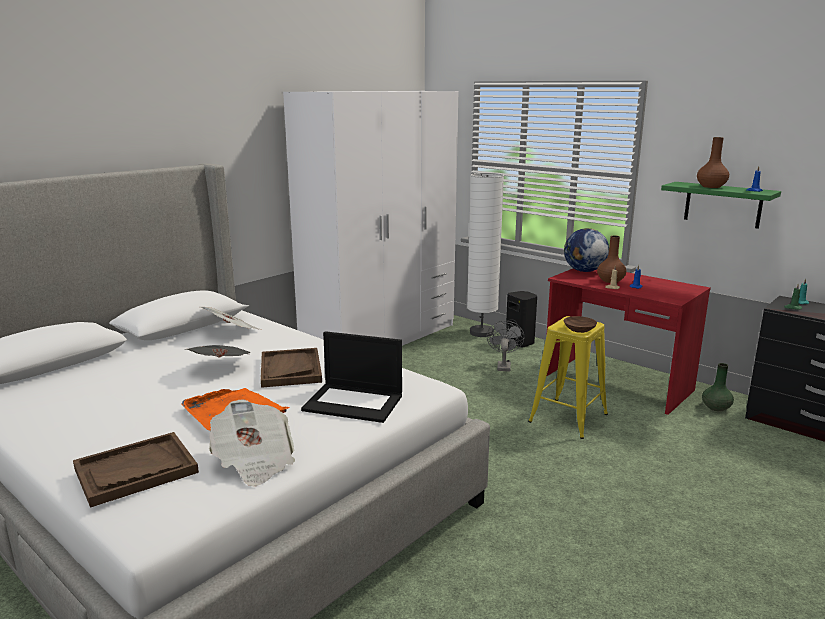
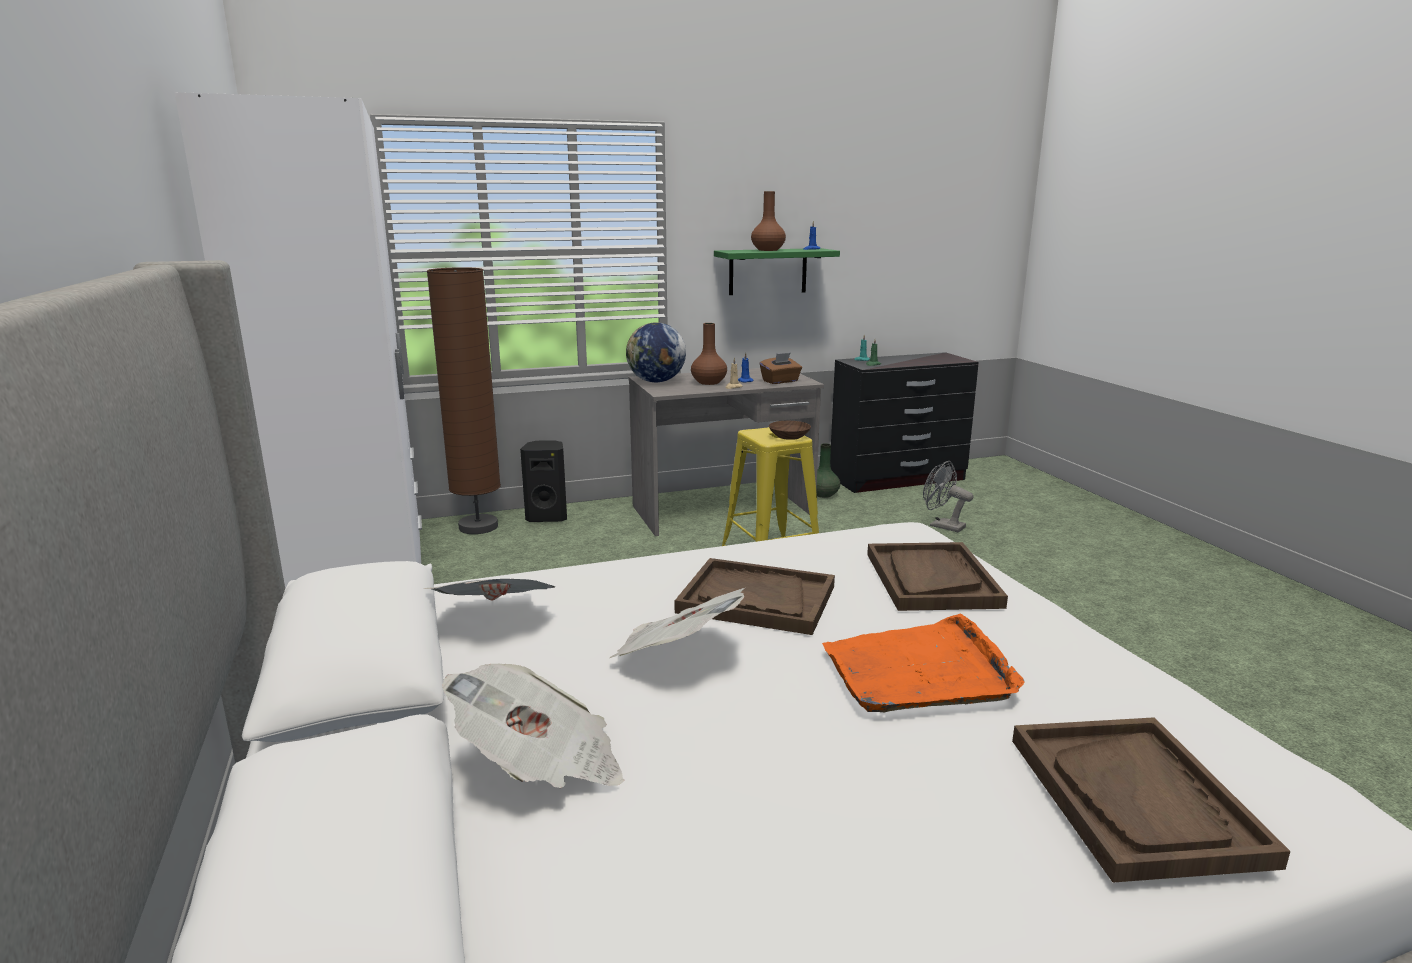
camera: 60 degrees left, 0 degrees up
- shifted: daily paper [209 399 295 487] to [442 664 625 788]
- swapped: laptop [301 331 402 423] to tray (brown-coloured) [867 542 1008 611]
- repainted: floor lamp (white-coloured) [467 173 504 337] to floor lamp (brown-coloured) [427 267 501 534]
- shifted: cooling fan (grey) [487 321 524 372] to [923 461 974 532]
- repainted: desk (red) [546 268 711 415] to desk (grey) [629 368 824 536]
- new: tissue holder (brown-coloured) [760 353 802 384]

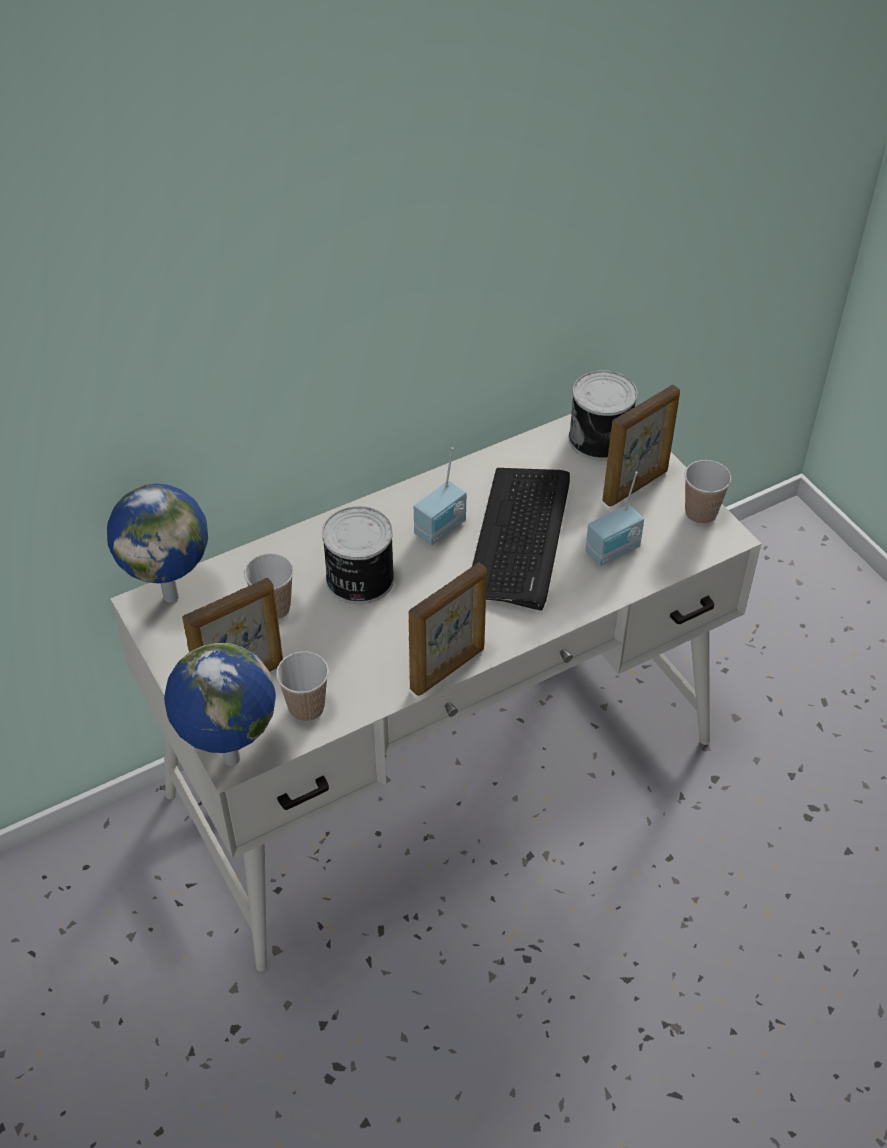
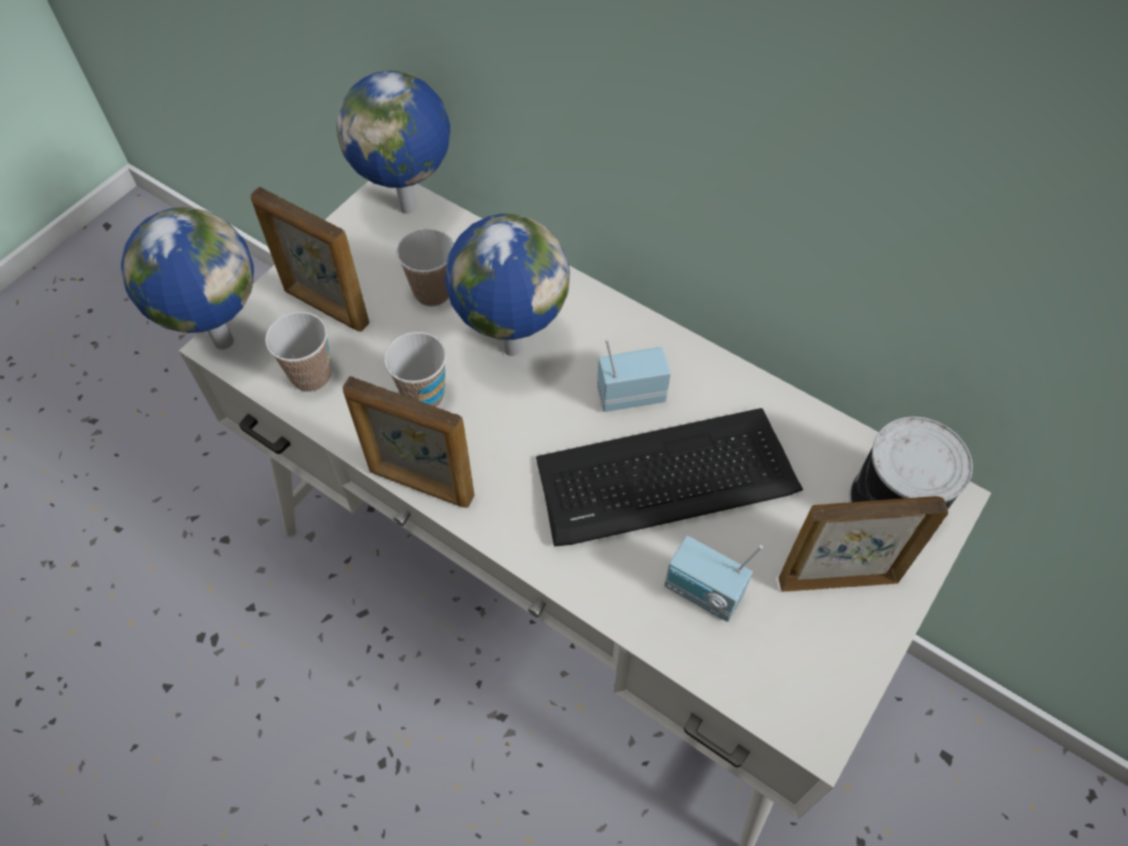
camera: 65 degrees right, 10 degrees up
- swapped: can [322 506 395 604] to globe [445 214 570 356]
- rotated: radio receiver [414 447 466 545] = [597 339 671 412] 150 degrees clockwise
- rotated: photo frame [602 385 680 507] = [779 496 949 592] 150 degrees clockwise
- shifted: drinking cup [684 460 732 524] to [384 332 447 407]

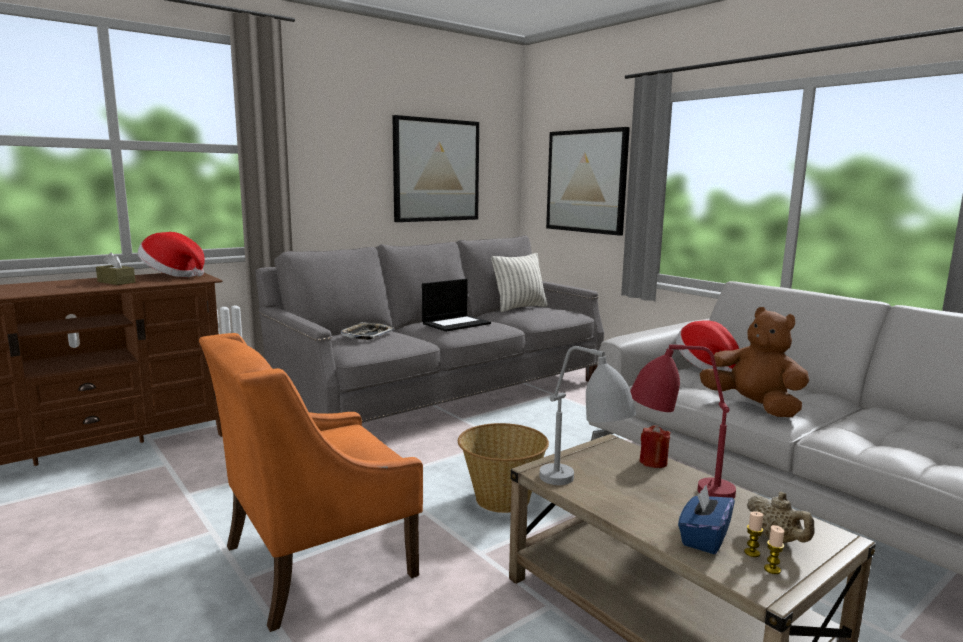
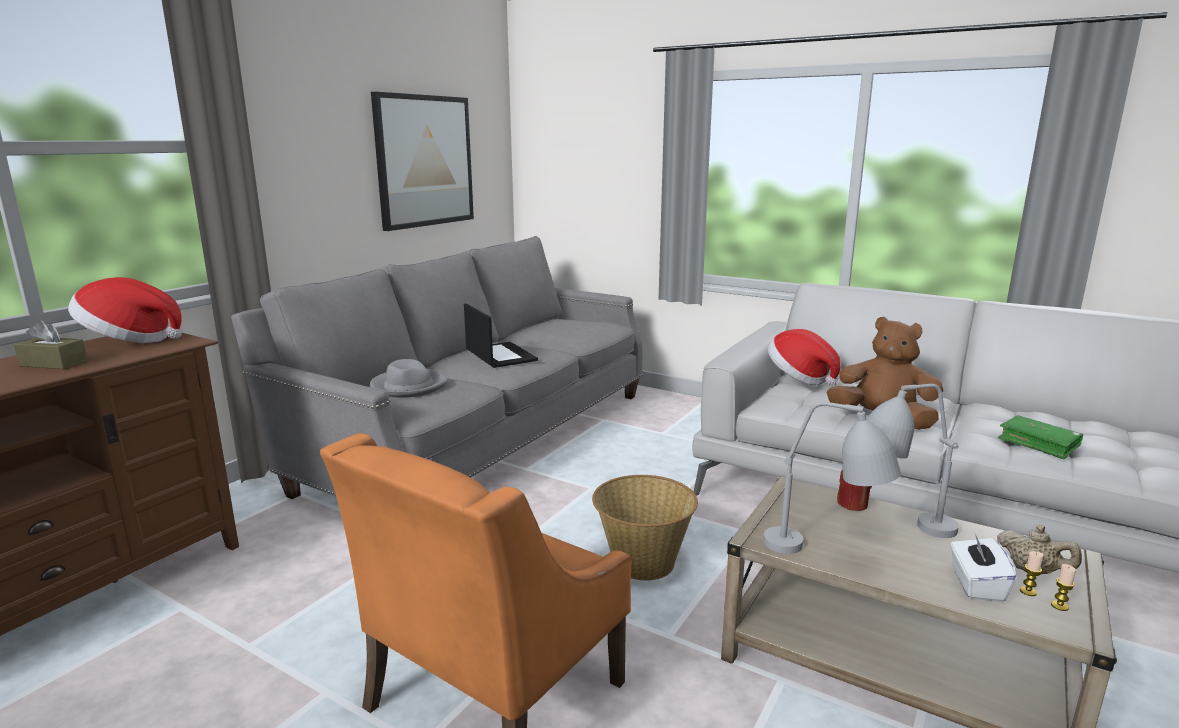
camera: 20 degrees left, 5 degrees up
- swapped: tray [340 322 394 340] to clothing hat (grey) [370 359 448 398]
- rotated: laptop [422 279 491 332] = [464 303 538 368] 60 degrees counterclockwise
- gone: pillow [491 253 548 312]
- gone: picture [546 127 630 236]
- repainted: tabletop lamp (red) [630 344 736 498] to tabletop lamp (grey) [867 384 959 538]
- repainted: tissue holder (bluish) [678 485 735 554] to tissue holder (white-coloured) [950 534 1017 602]
- new: bound book (greenish) [998 415 1083 460]

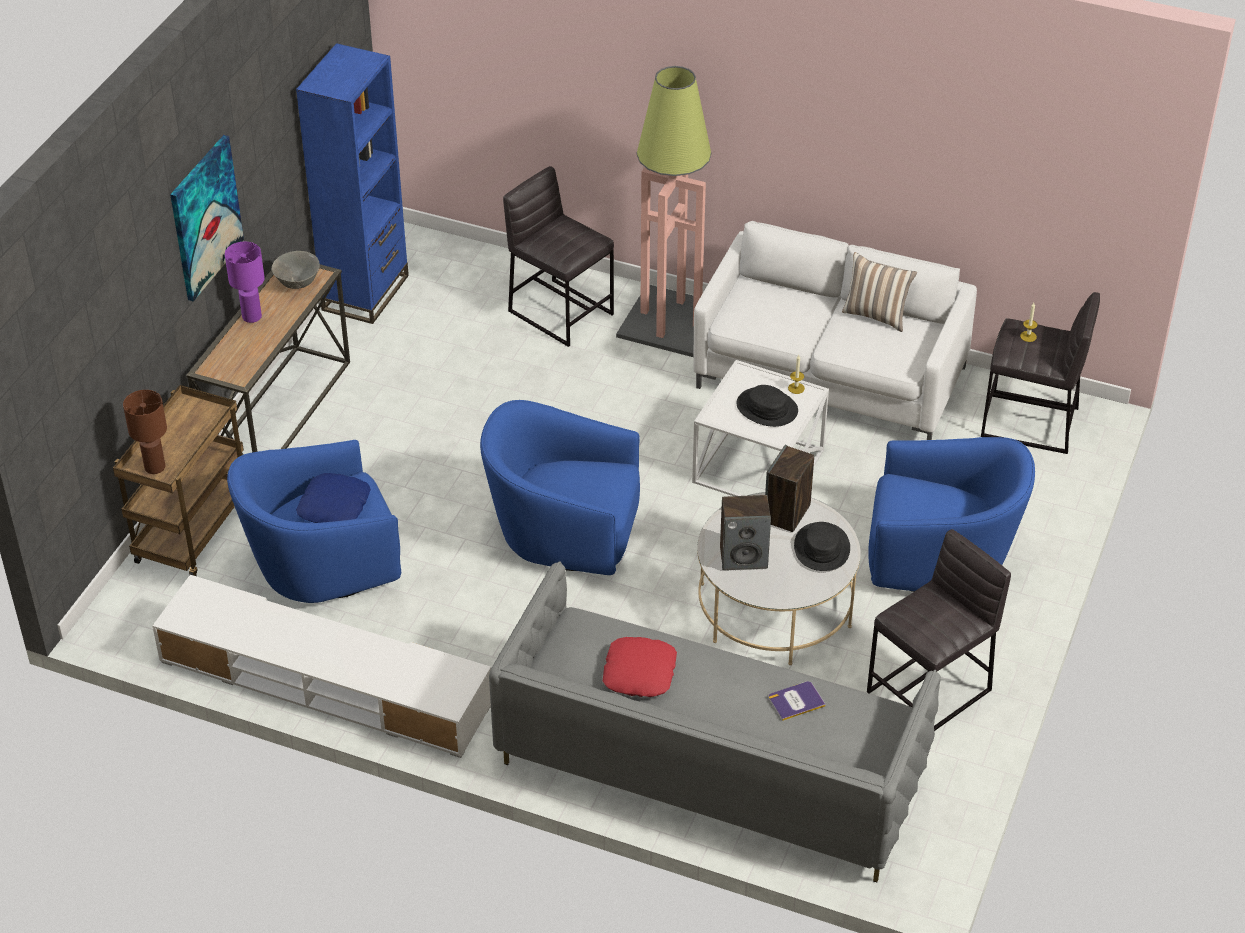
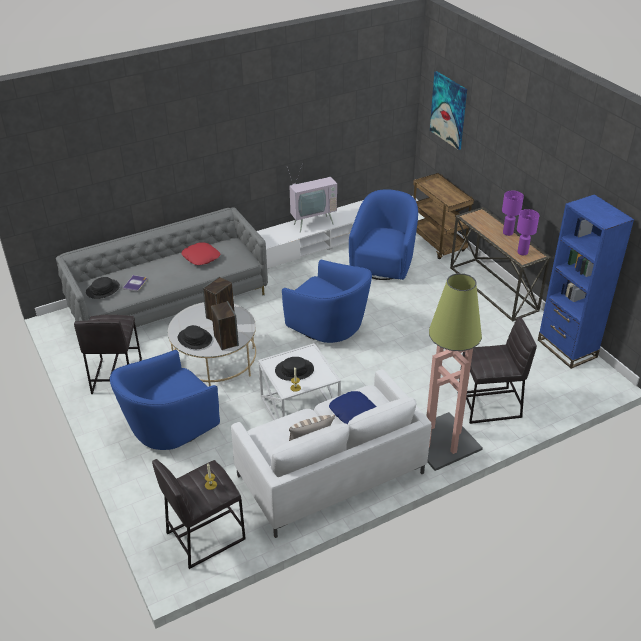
camera: 130 degrees right, 5 degrees down
- gone: tabletop lamp (brown-coloured) [123 390 167 474]
- shifted: picture [170 135 244 302] to [430 71 467 150]
- swapped: serving bowl (grey) [271 251 320 289] to tabletop lamp (purple-coloured) [517 209 540 255]
- shifted: pillow (bluish) [296 473 371 523] to [329 391 376 424]
- rotated: easy chair (bluish) [480 400 640 575] = [282 259 372 343] 75 degrees clockwise
- new: clothing hat (black-coloured) [86 277 120 299]
- new: television [287 166 337 233]

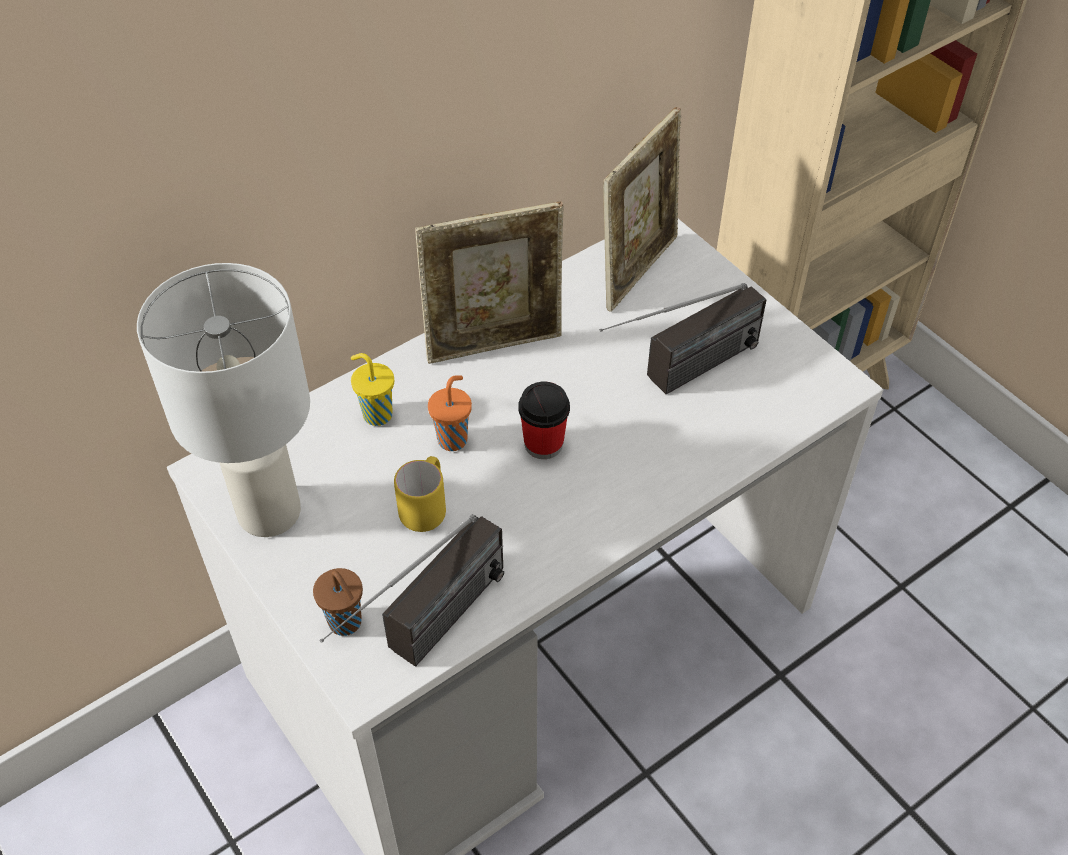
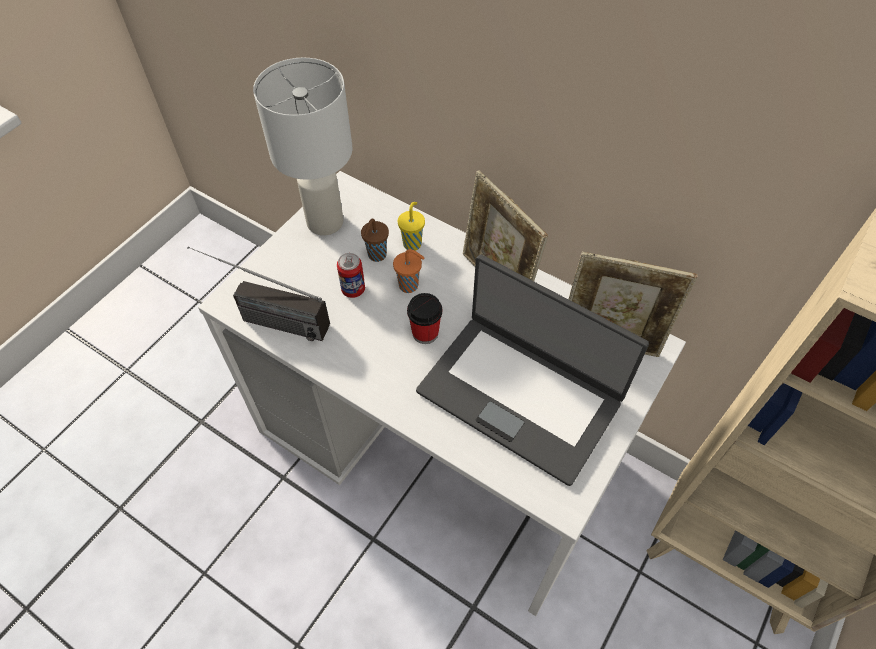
camera: 70 degrees right, 5 degrees up
- shifted: drinking cup (brown-coloured) [313 568 363 636] to [361 219 389 262]
- swapped: coffee mug (yellow-coloured) [394 456 446 532] to can [337 253 365 298]
- swapped: radio receiver [600 283 767 395] to laptop [416 254 649 486]

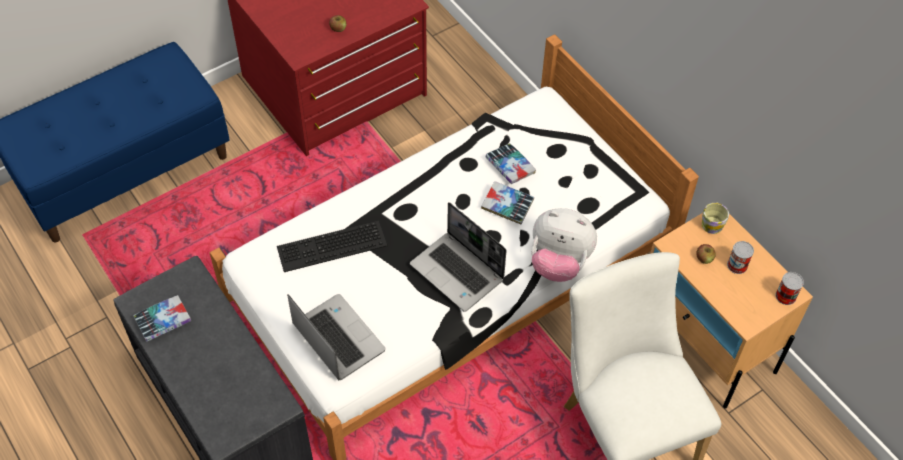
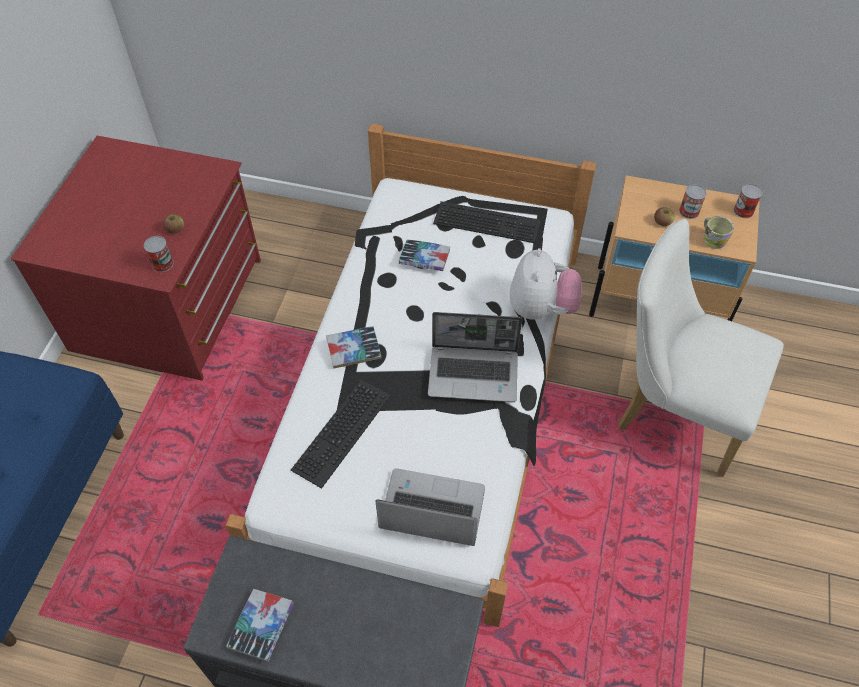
camera: 40 degrees left, 0 degrees up
- shifted: bound book [481 181 534 224] to [326 326 382 369]
- rotated: soft toy [531 208 597 282] = [510 248 582 320] 60 degrees counterclockwise
- shifted: coffee mug [702 202 729 234] to [704 216 734 249]
- new: can [144 236 173 272]
- new: keyboard [433 201 541 243]

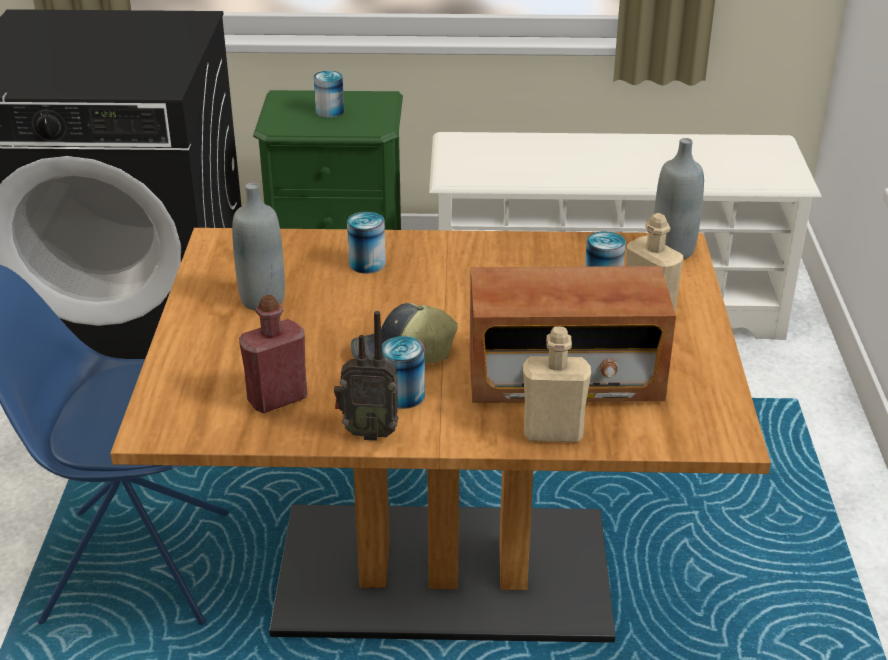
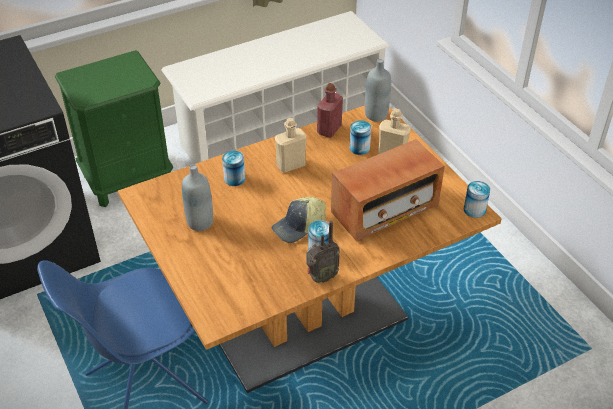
camera: 30 degrees left, 10 degrees up
- shifted: drink bottle (red) [239 295 307 413] to [317 83 343 138]
- shifted: can [314 71 344 118] to [464 181 490 218]
- shifted: drink bottle (beige) [523 327 591 442] to [275 118 306 173]

